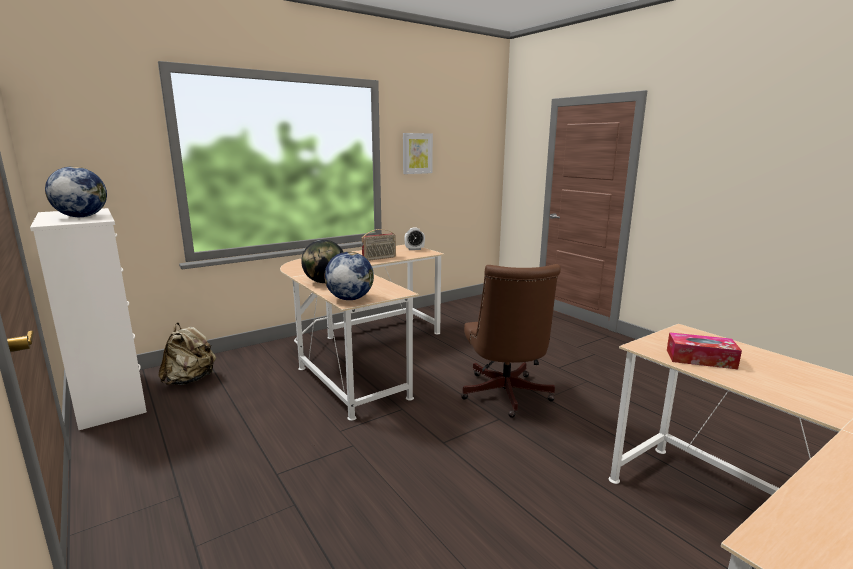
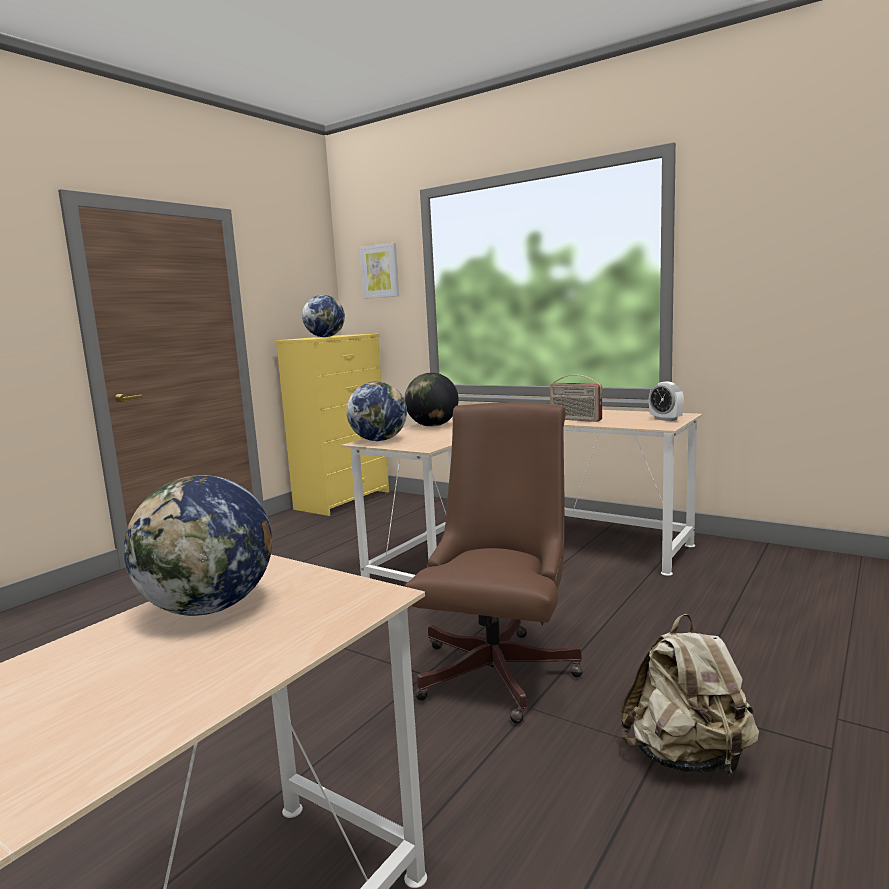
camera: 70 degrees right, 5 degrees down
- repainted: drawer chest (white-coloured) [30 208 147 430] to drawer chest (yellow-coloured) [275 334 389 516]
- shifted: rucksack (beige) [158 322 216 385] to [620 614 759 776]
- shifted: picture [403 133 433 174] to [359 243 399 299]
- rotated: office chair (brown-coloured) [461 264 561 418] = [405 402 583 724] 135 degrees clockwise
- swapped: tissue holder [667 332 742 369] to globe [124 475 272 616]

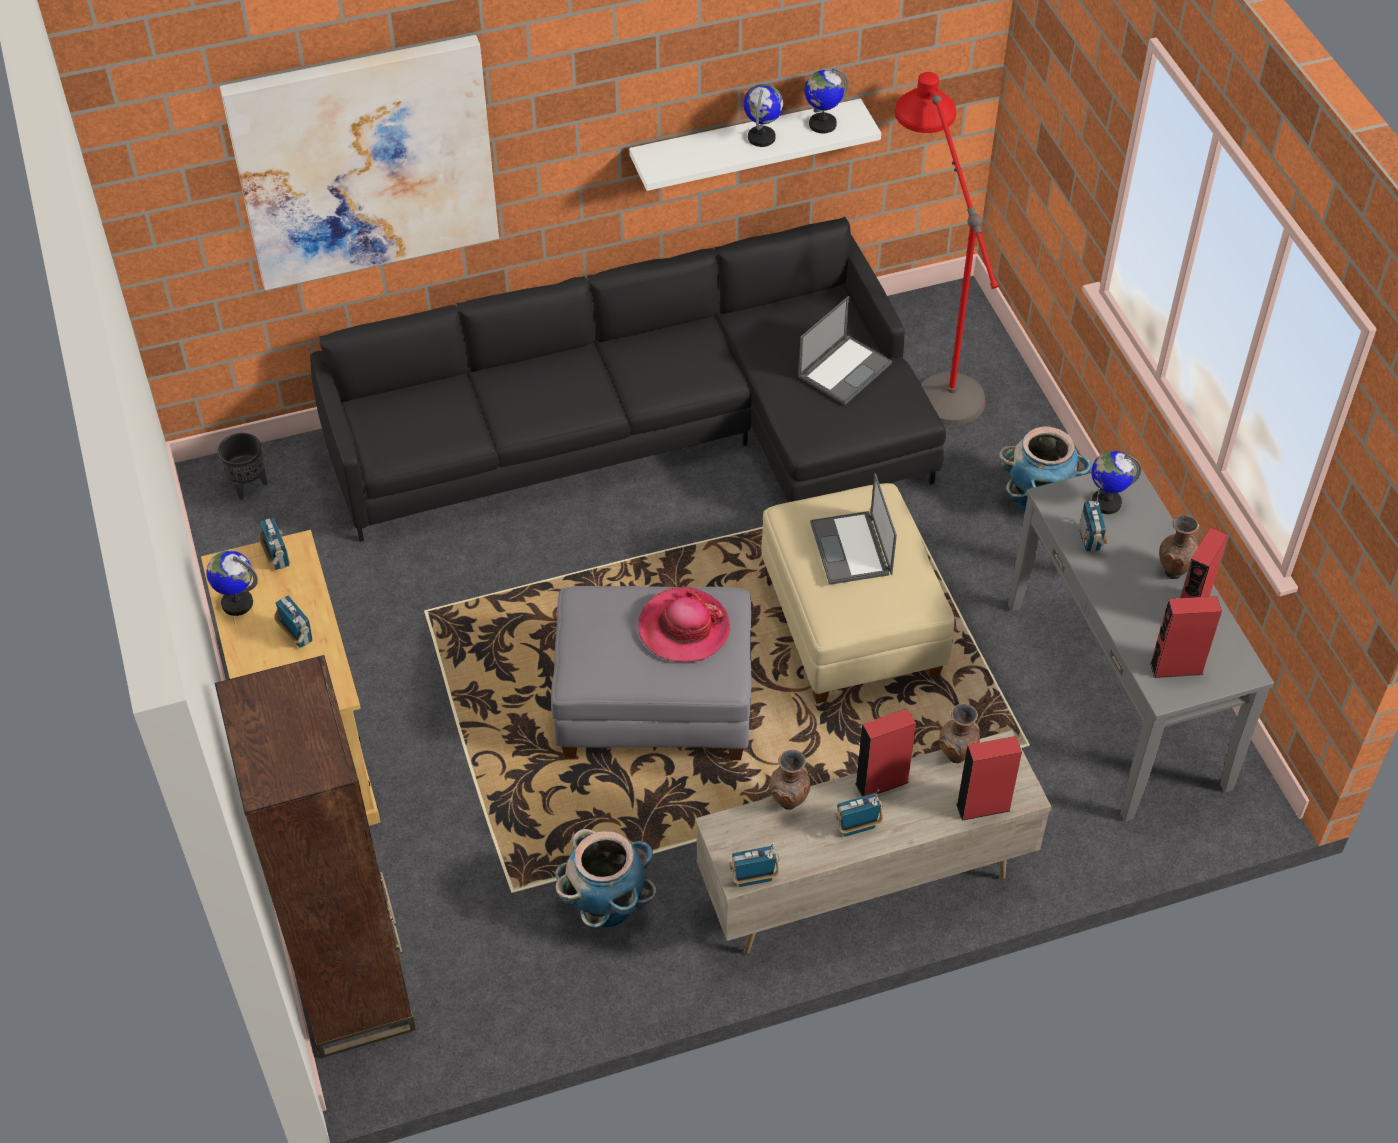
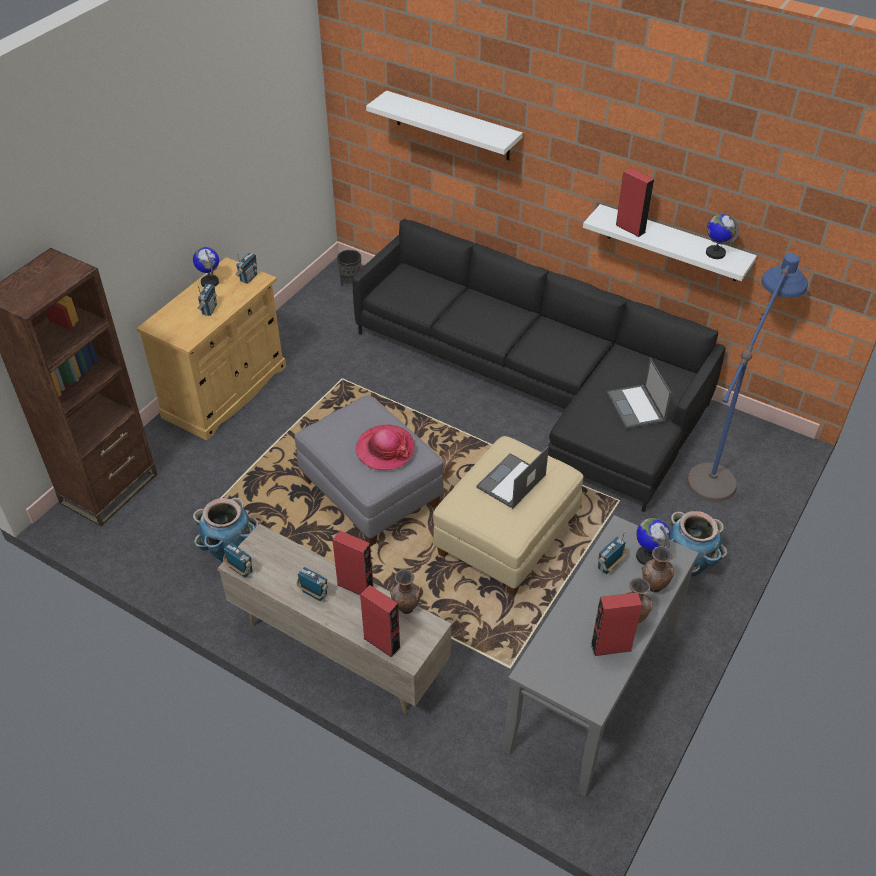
camera: 50 degrees right, 5 degrees down
- swapped: picture [220 35 499 290] to wall shelf (white-coloured) [366 90 523 161]
- gone: globe [744 84 783 147]
- shifted: vase (brown-coloured) [770 750 810 810] to [642 546 674 592]
- rotated: laptop [798 296 892 405] = [607 358 671 429] 75 degrees clockwise
- repainted: floor lamp (red) [895 72 999 425] to floor lamp (bluish) [686 253 808 502]
- shifted: audio speaker (red) [1150 596 1222 678] to [616 168 654 237]

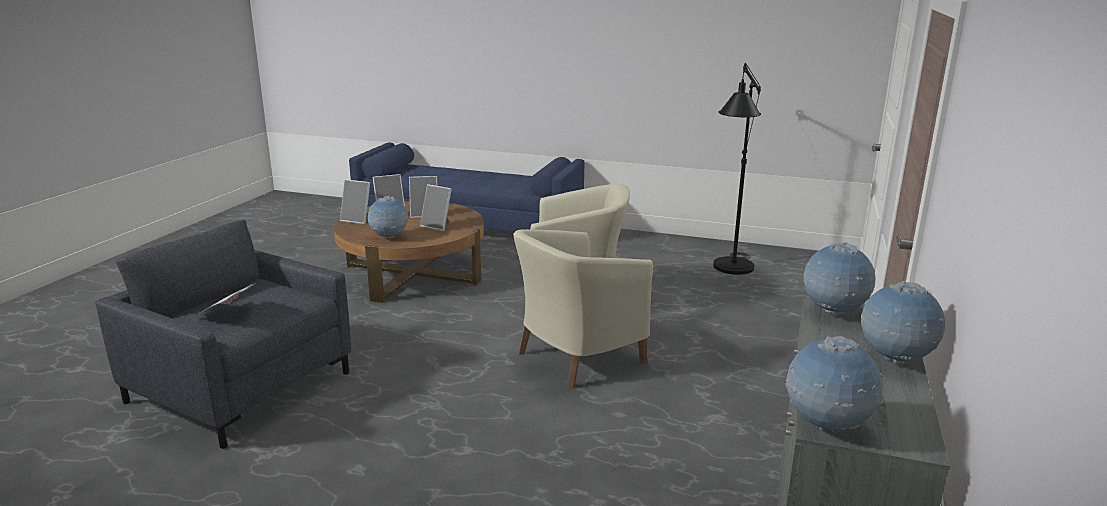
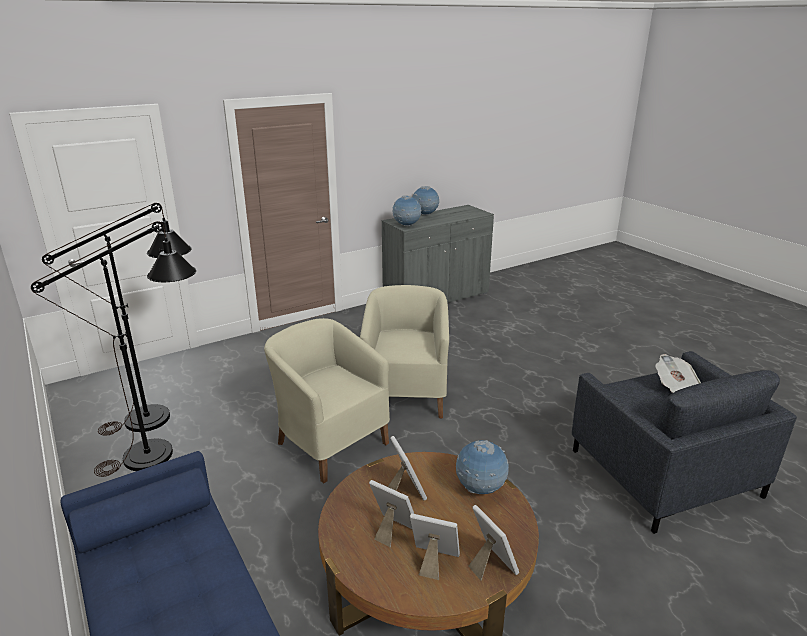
camera: 140 degrees left, 5 degrees up
- rotated: easy chair (beige) [513 229 653 389] = [360 285 449 418] 90 degrees counterclockwise
- gone: globe [786 336 883 433]
- new: floor lamp (black-coloured) [31 221 196 477]

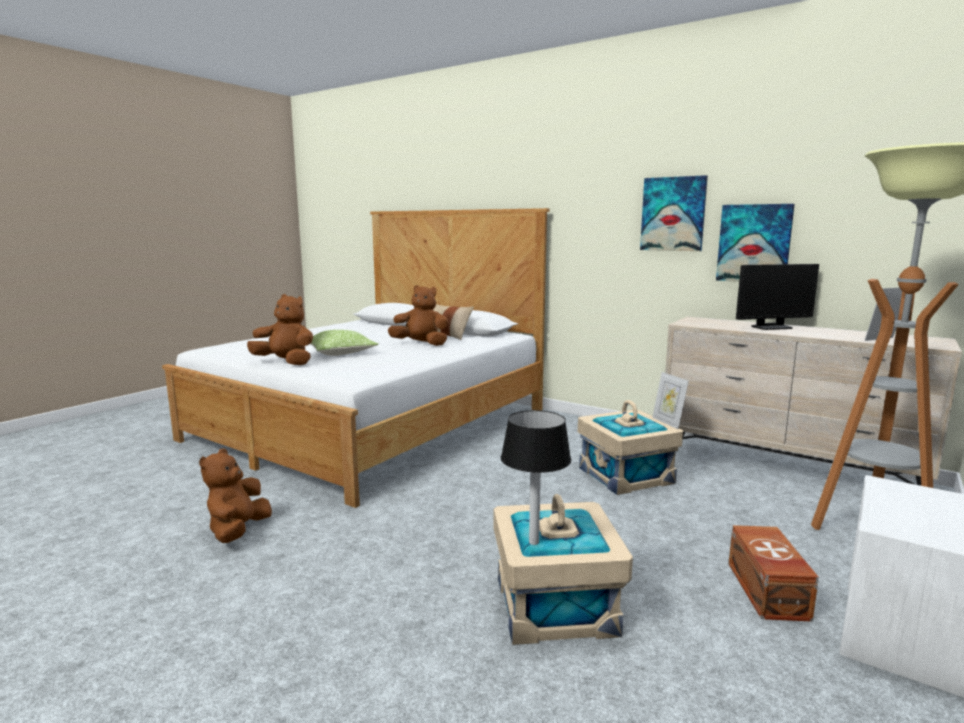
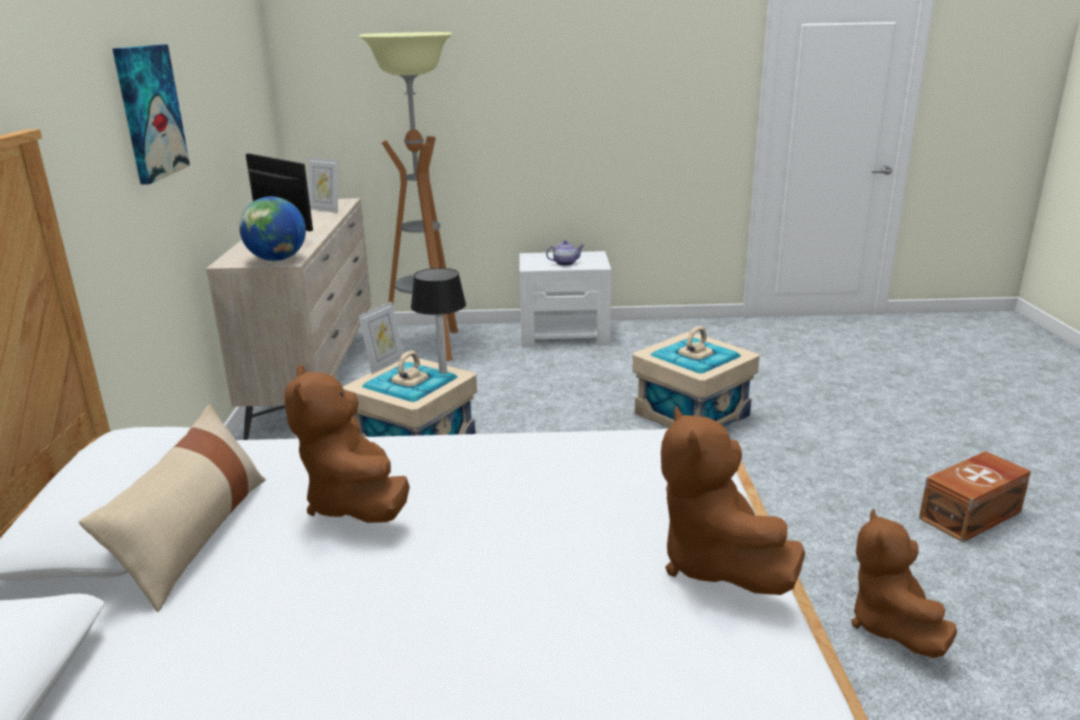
camera: 125 degrees left, 10 degrees up
- rotated: soft toy (brown-coloured) [199 448 272 543] = [851 508 957 658] 120 degrees clockwise
- gone: pillow [310 330 378 356]
- shifted: tabletop lamp [501 410 571 545] to [411 268 466 374]
- gone: picture [716 204 795 282]
- shifted: storage bin (brown-coloured) [729 525 819 622] to [919 451 1031 542]
- new: globe [239 197 306 261]
- new: tea pot [546 240 584 266]

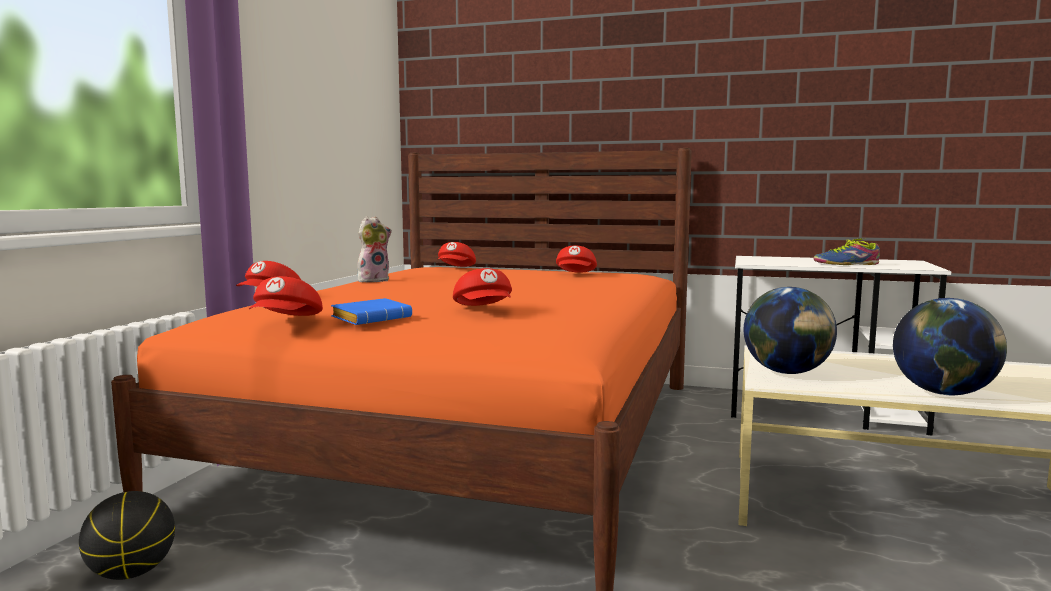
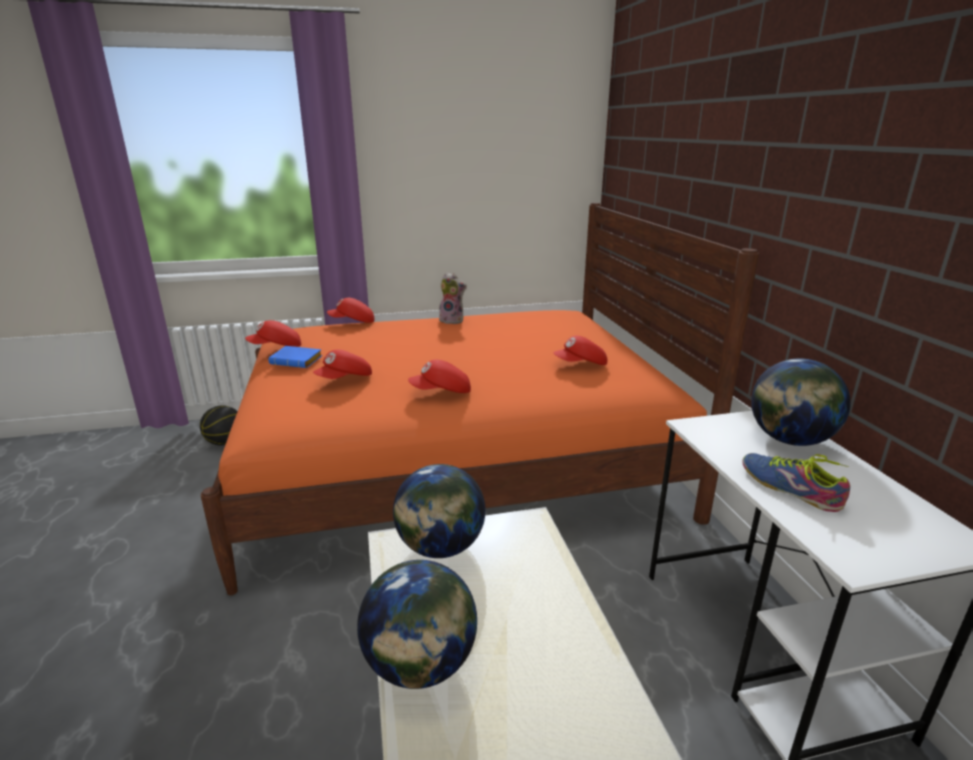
camera: 60 degrees right, 15 degrees up
- shifted: peaked cap (red) [437 242 476 267] to [408 360 471 393]
- new: globe [751 358 851 446]

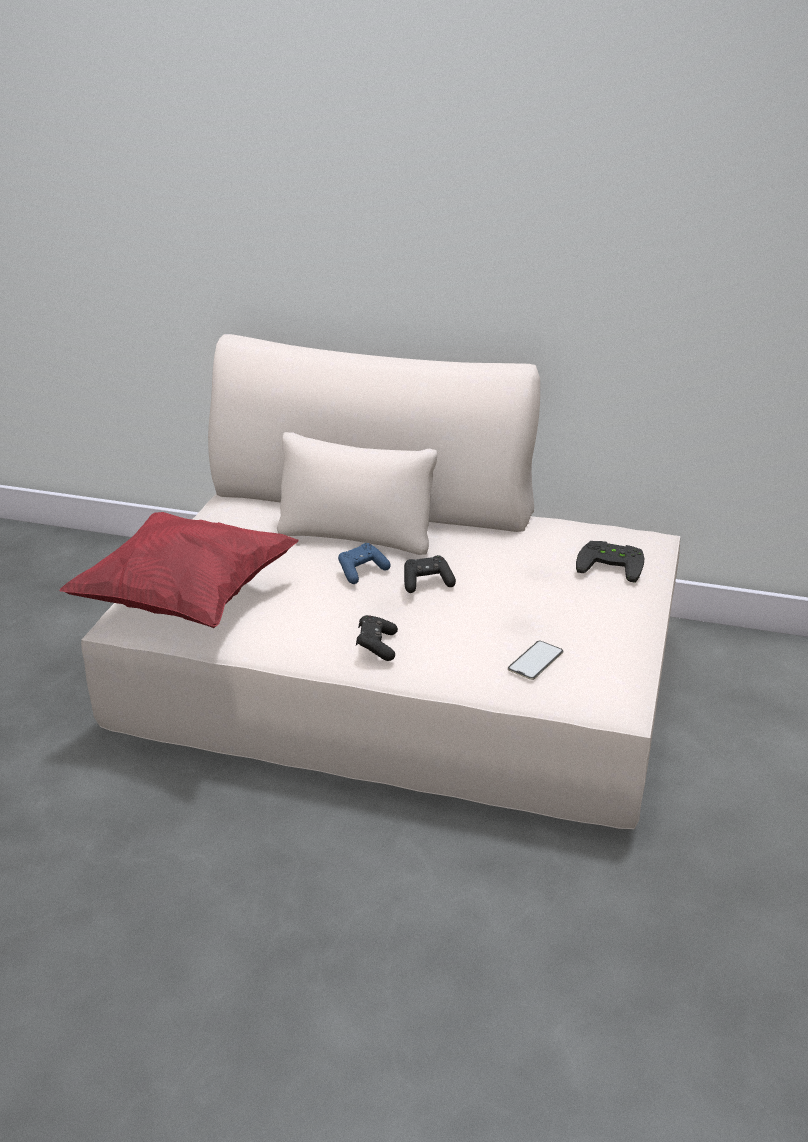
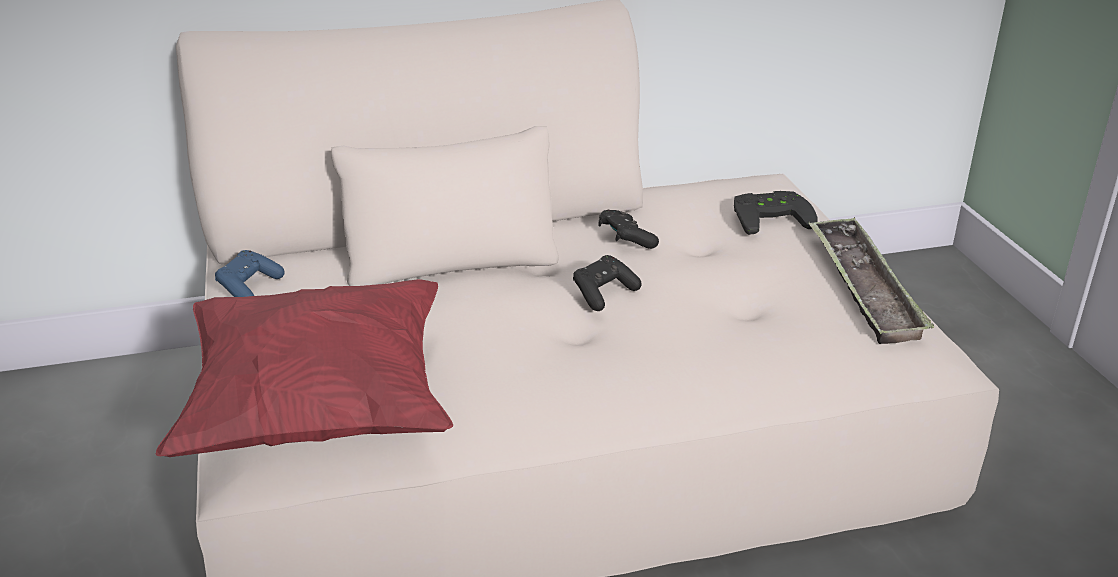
camera: 30 degrees left, 0 degrees up
- shifted: joypad (bluish) [338 543 391 584] to [215 250 285 297]
- shifted: joypad (black-coloured) [356 615 398 661] to [598 210 659 249]
- gone: telephone [508 641 563 680]
- new: tray [808 217 934 344]

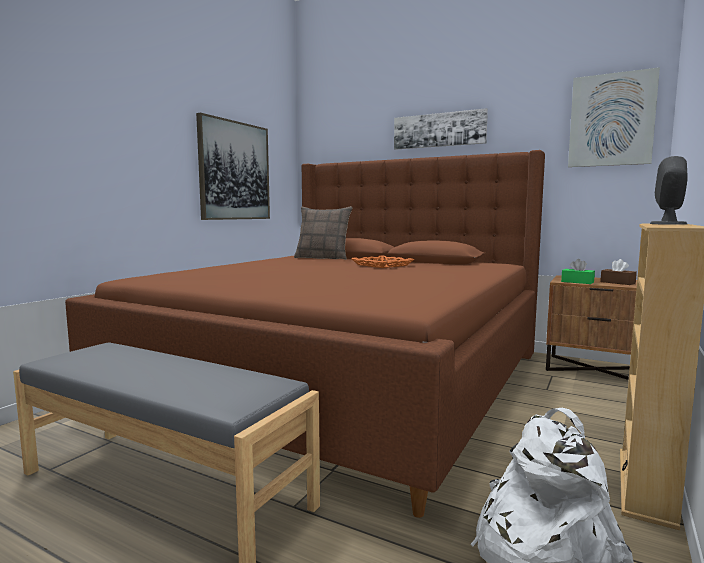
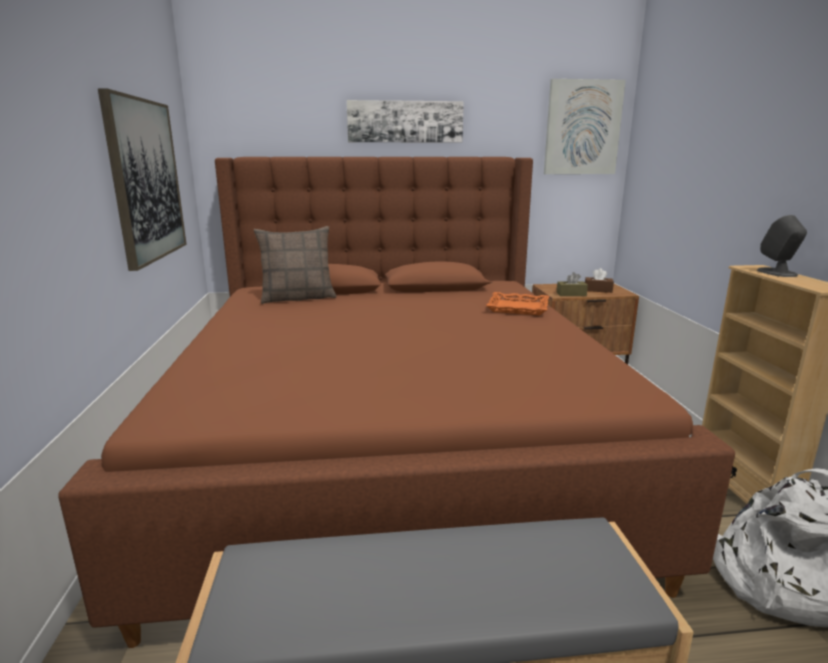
camera: 35 degrees left, 10 degrees up
- shifted: tray (orange) [351 256 414 268] to [486 292 549 315]
- repainted: tissue holder (greenish) [561 259 595 284] to tissue holder (brown-coloured) [557 272 588 296]

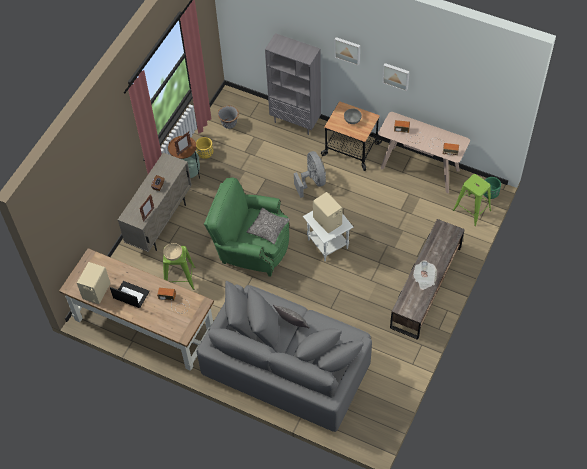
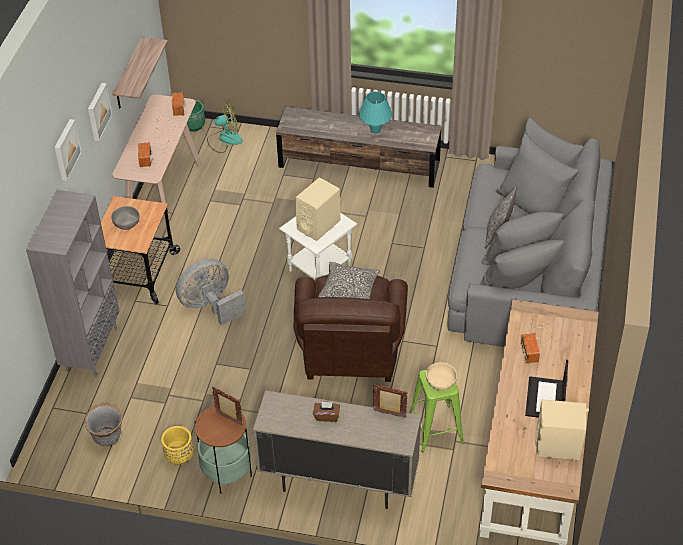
camera: 105 degrees left, 10 degrees down
- repainted: easy chair (greenish) [204 177 289 277] to easy chair (brown-coloured) [294 274 408 382]
- swapped: daily paper [413 260 437 290] to tabletop lamp (turquoise-coloured) [359 91 392 134]
- swapped: stool seat (greenish) [453 174 491 226] to cooling fan [207 101 243 153]
- new: wall shelf [112 37 168 109]

